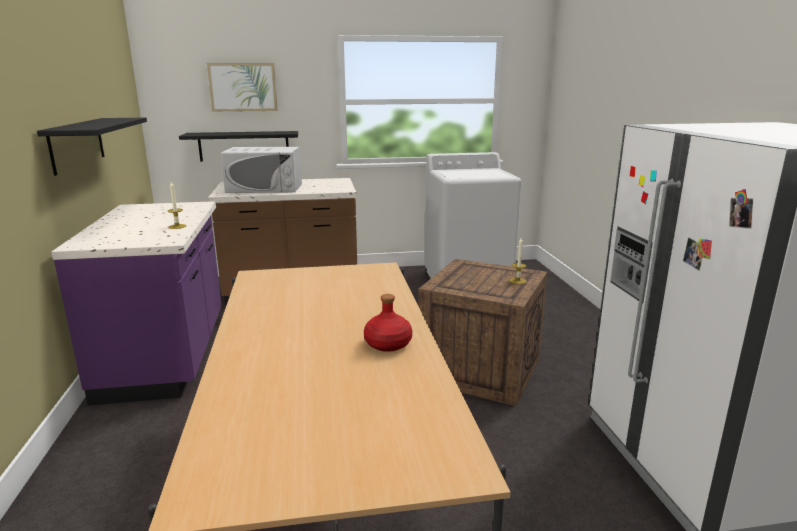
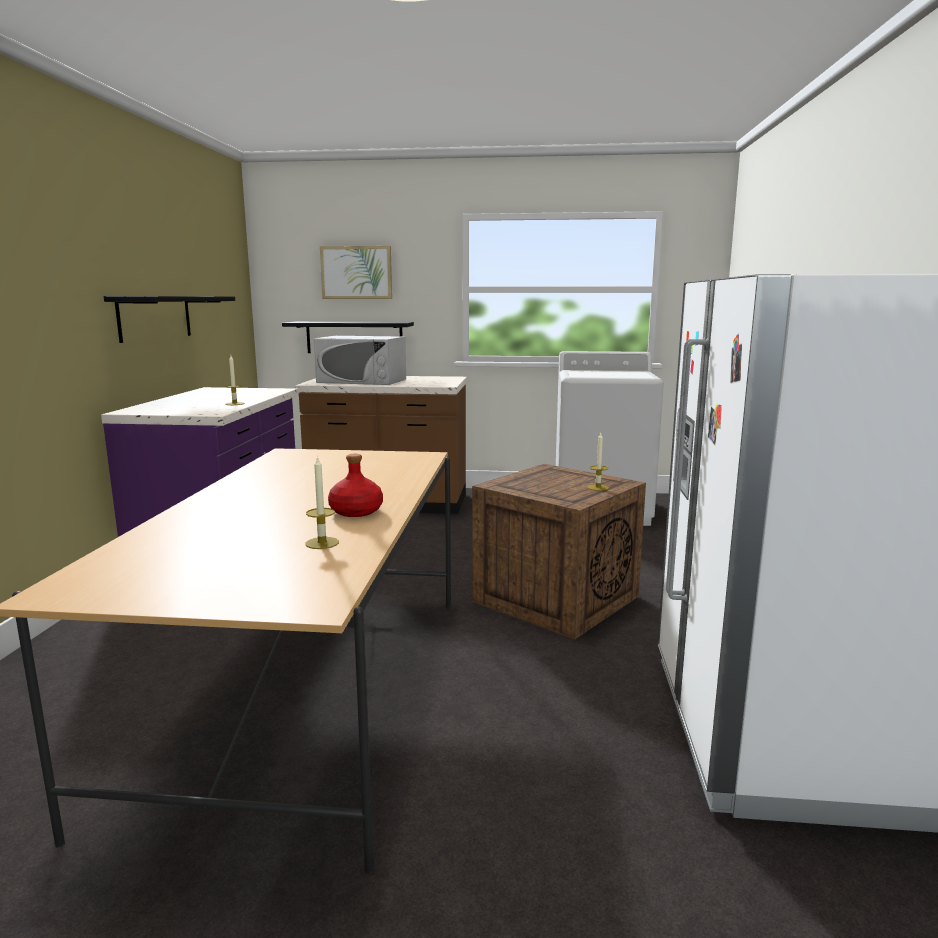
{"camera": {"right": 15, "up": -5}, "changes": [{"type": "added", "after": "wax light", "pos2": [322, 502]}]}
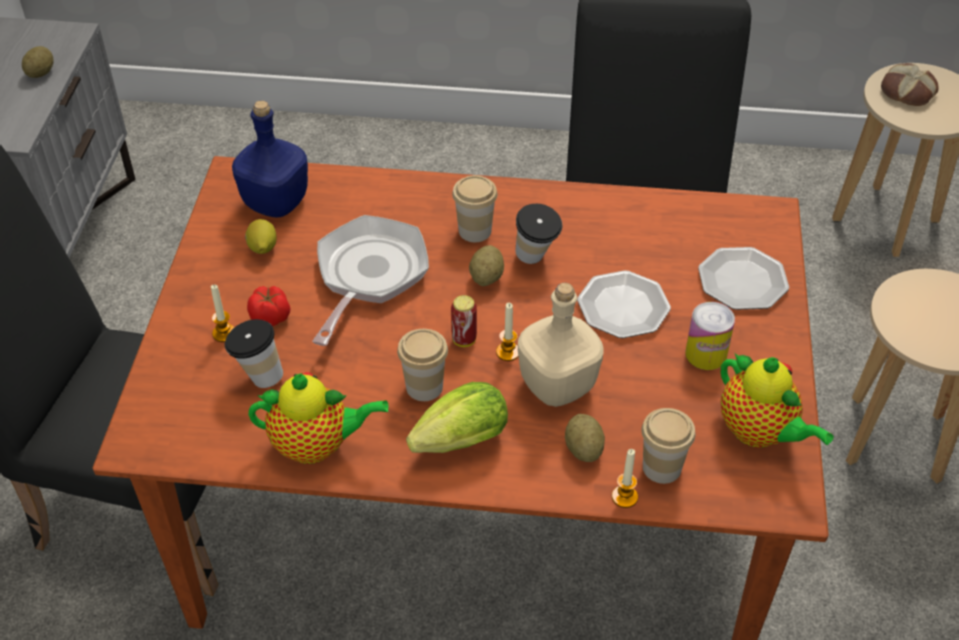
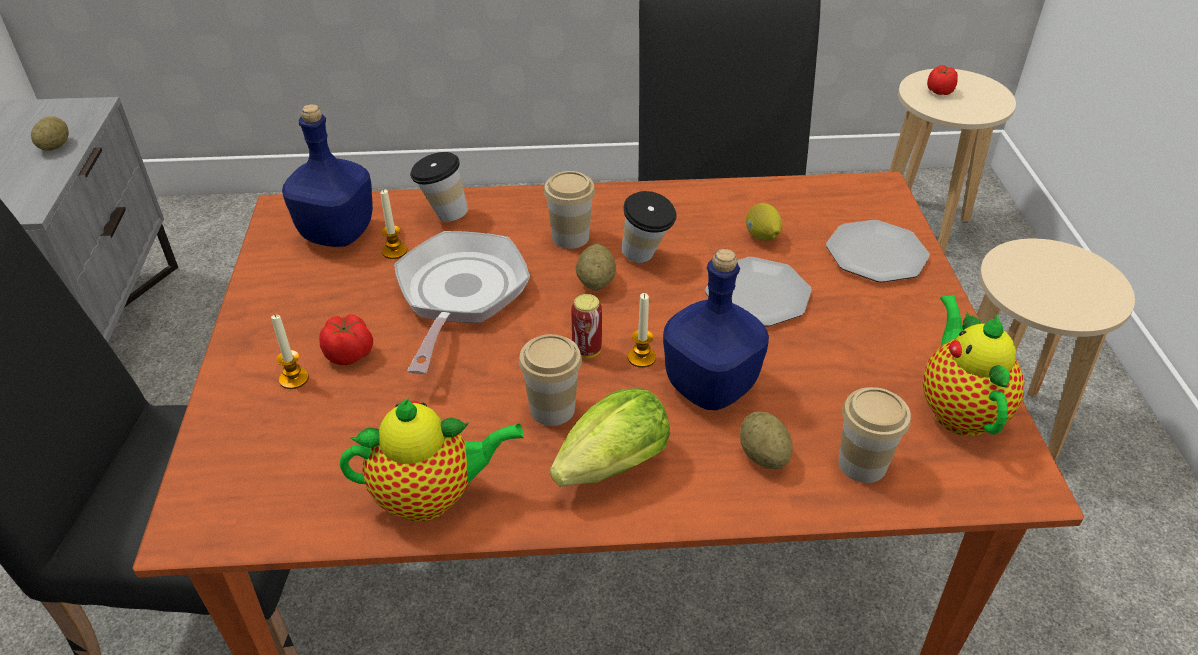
{"camera": {"right": -10, "up": -5}, "changes": [{"type": "moved", "before": "small cup", "pos1": [254, 353], "pos2": [439, 187]}, {"type": "moved", "before": "citrus fruit", "pos1": [261, 236], "pos2": [764, 222]}, {"type": "recoloured", "before": "drink bottle (beige-coloured)", "after": "drink bottle (blue-coloured)", "pos1": [561, 345], "pos2": [716, 329]}, {"type": "moved", "before": "wax light", "pos1": [625, 478], "pos2": [394, 224]}, {"type": "removed", "before": "can", "pos1": [710, 336]}, {"type": "turned", "before": "tea pot", "pos1": [777, 400], "pos2": [973, 365], "turn": -135}, {"type": "replaced", "before": "bakery bread", "after": "fresh tomato", "pos1": [910, 84], "pos2": [942, 80]}]}
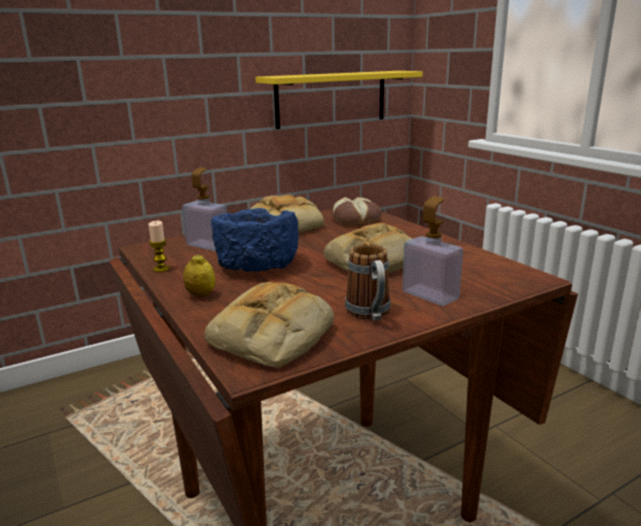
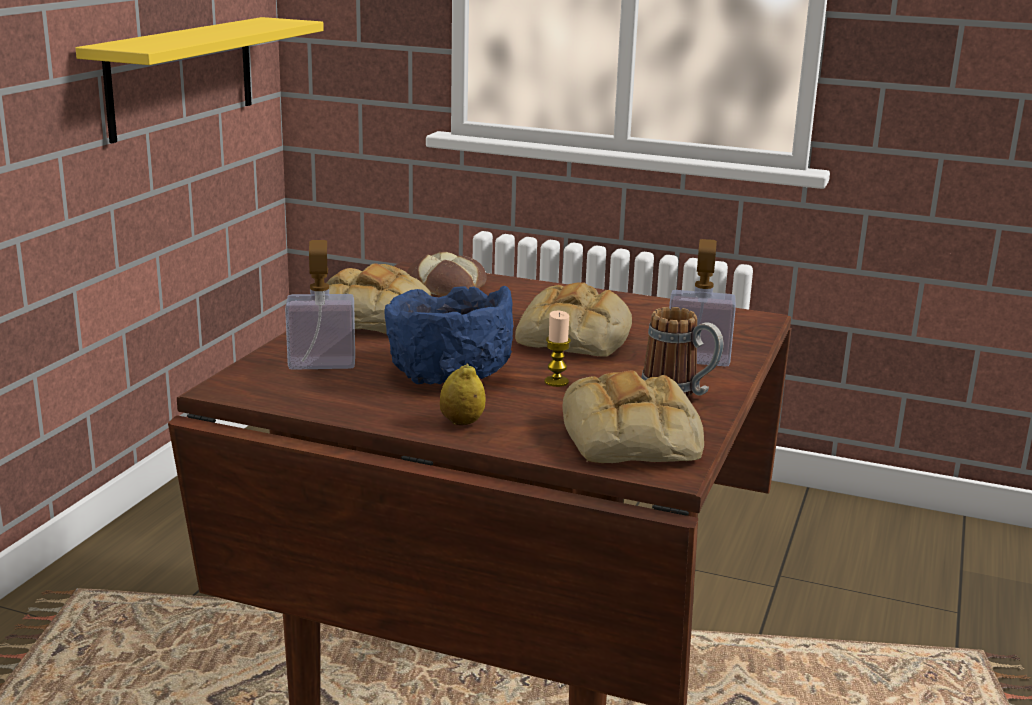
{"camera": {"right": -40, "up": 0}, "changes": [{"type": "moved", "before": "wax light", "pos1": [159, 246], "pos2": [558, 349]}]}
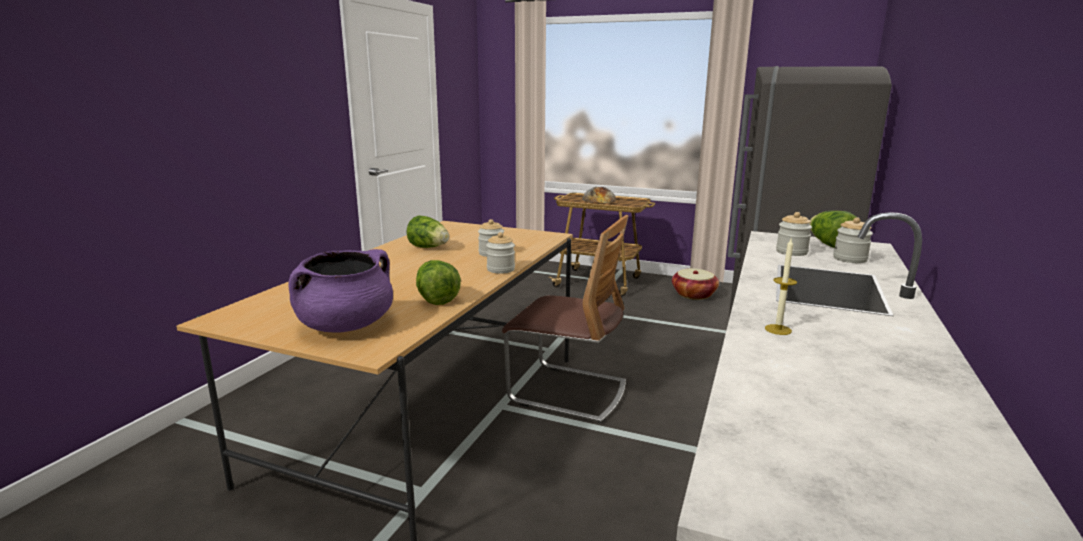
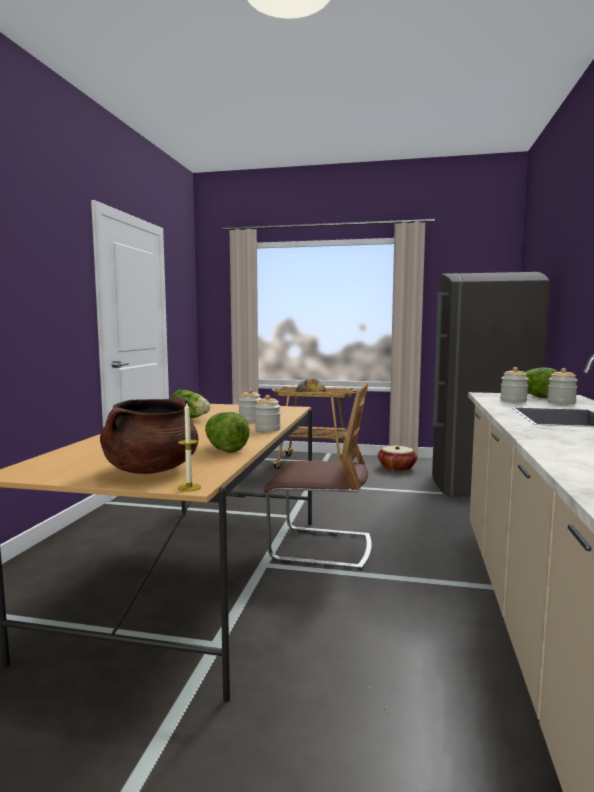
{"camera": {"right": -10, "up": -10}, "changes": [{"type": "recoloured", "before": "stockpot (purplish)", "after": "stockpot (brownish)", "pos1": [341, 291], "pos2": [149, 435]}, {"type": "moved", "before": "wax light", "pos1": [781, 287], "pos2": [189, 447]}]}
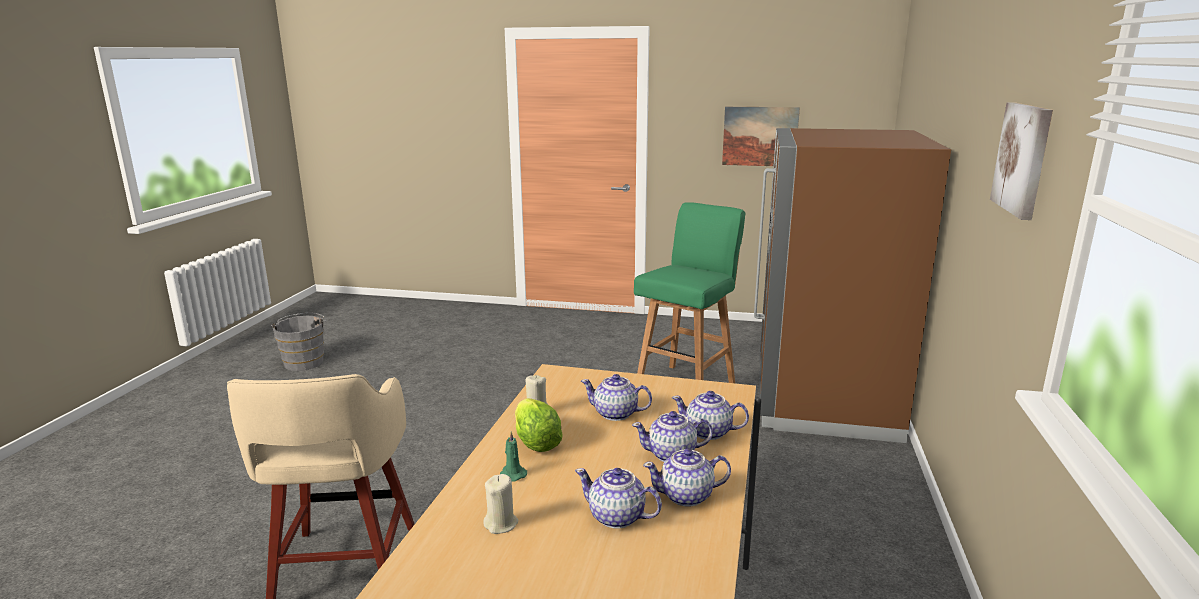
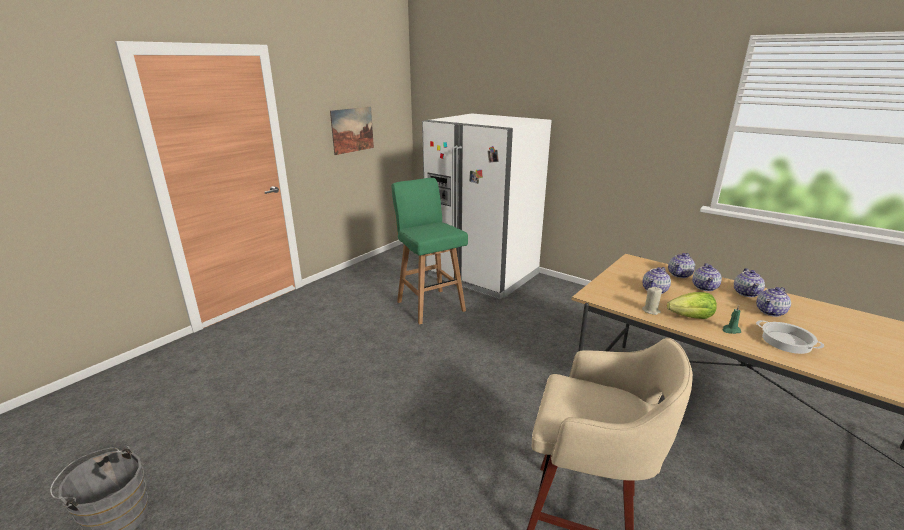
{"camera": {"right": -65, "up": 5}, "changes": [{"type": "replaced", "before": "wax light (beige-coloured)", "after": "stockpot", "pos1": [500, 504], "pos2": [790, 337]}, {"type": "recoloured", "before": "kitchen fridge (brownish)", "after": "kitchen fridge (white-coloured)", "pos1": [852, 285], "pos2": [487, 206]}, {"type": "removed", "before": "picture", "pos1": [1021, 161]}]}
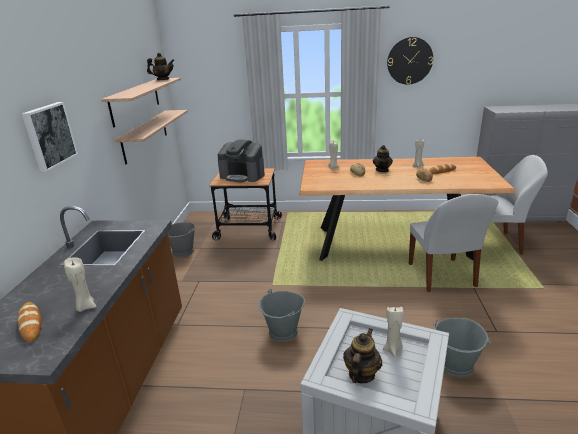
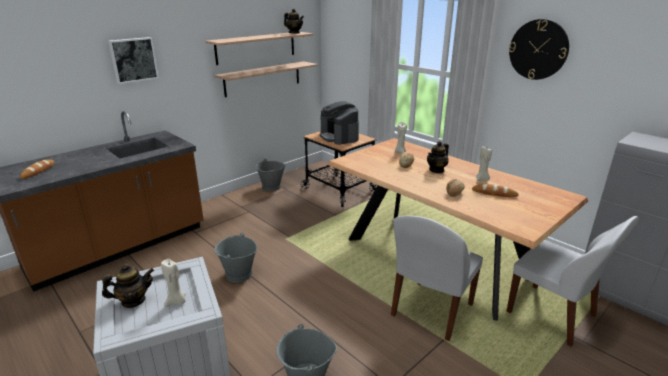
{"camera": {"right": 40, "up": 0}, "changes": [{"type": "removed", "before": "wax light (beige-coloured)", "pos1": [80, 284]}]}
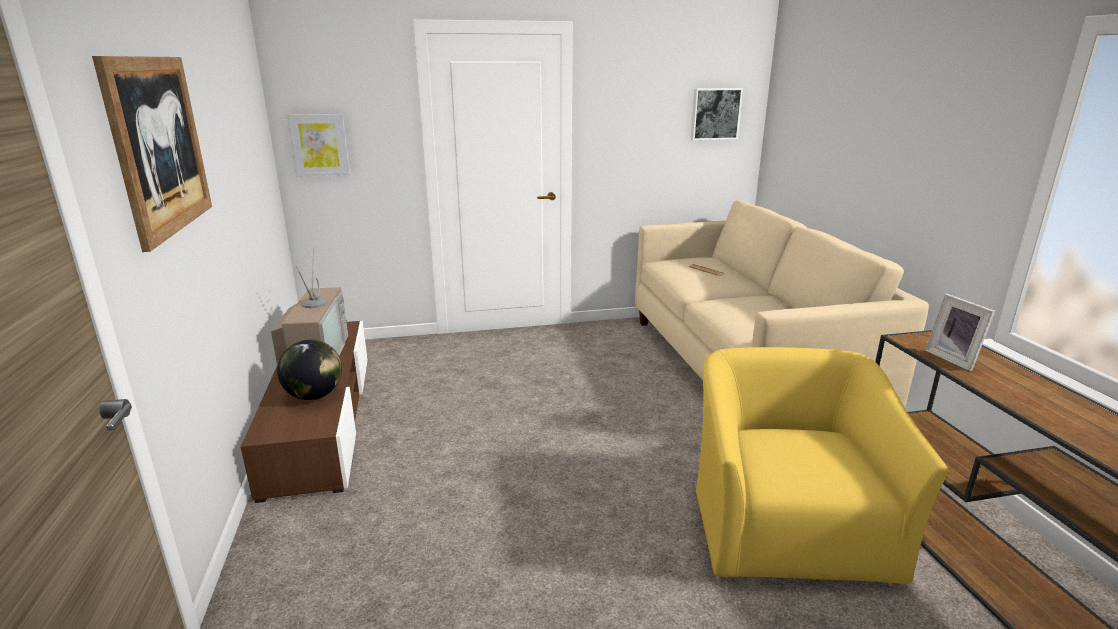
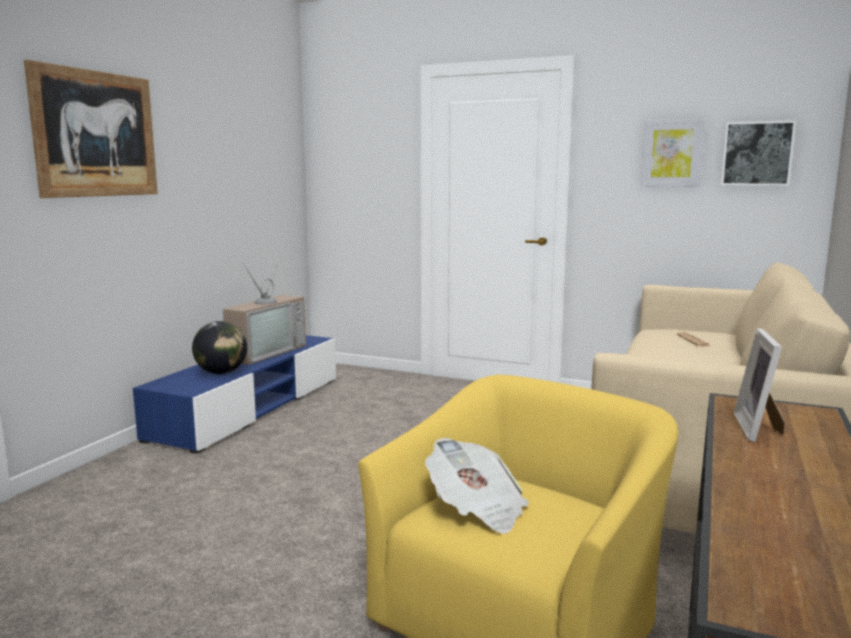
{"camera": {"right": 35, "up": -10}, "changes": [{"type": "recoloured", "before": "media console (brownish)", "after": "media console (blue-coloured)", "pos1": [304, 412], "pos2": [234, 394]}, {"type": "moved", "before": "picture", "pos1": [318, 145], "pos2": [672, 153]}, {"type": "added", "after": "newspaper", "pos2": [477, 486]}]}
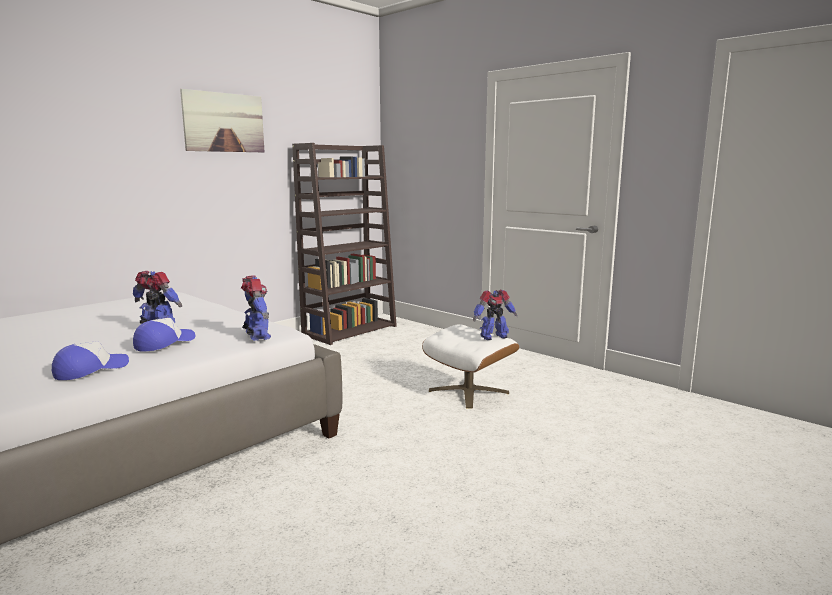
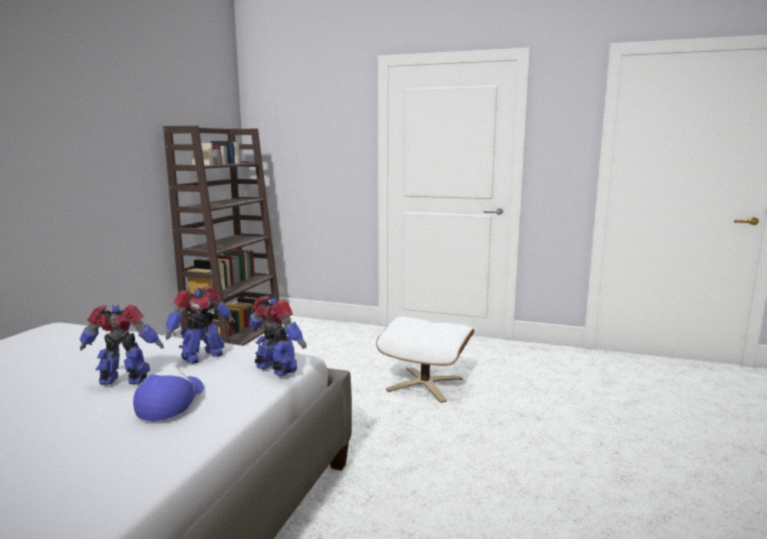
{"camera": {"right": -25, "up": 0}, "changes": [{"type": "removed", "before": "cap", "pos1": [90, 360]}, {"type": "removed", "before": "picture", "pos1": [222, 120]}, {"type": "moved", "before": "model robot", "pos1": [495, 315], "pos2": [200, 325]}]}
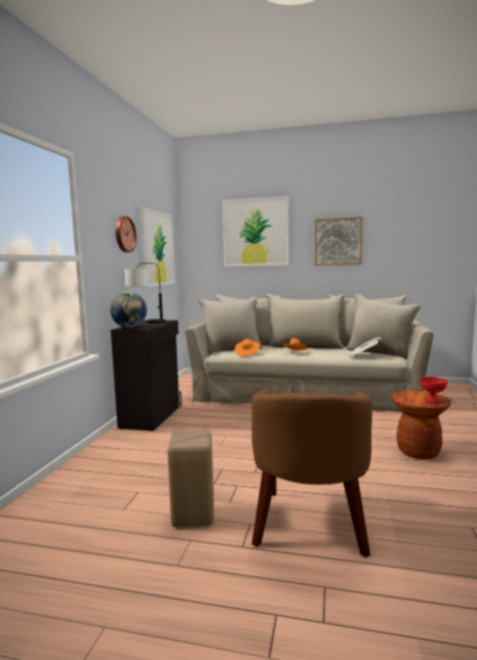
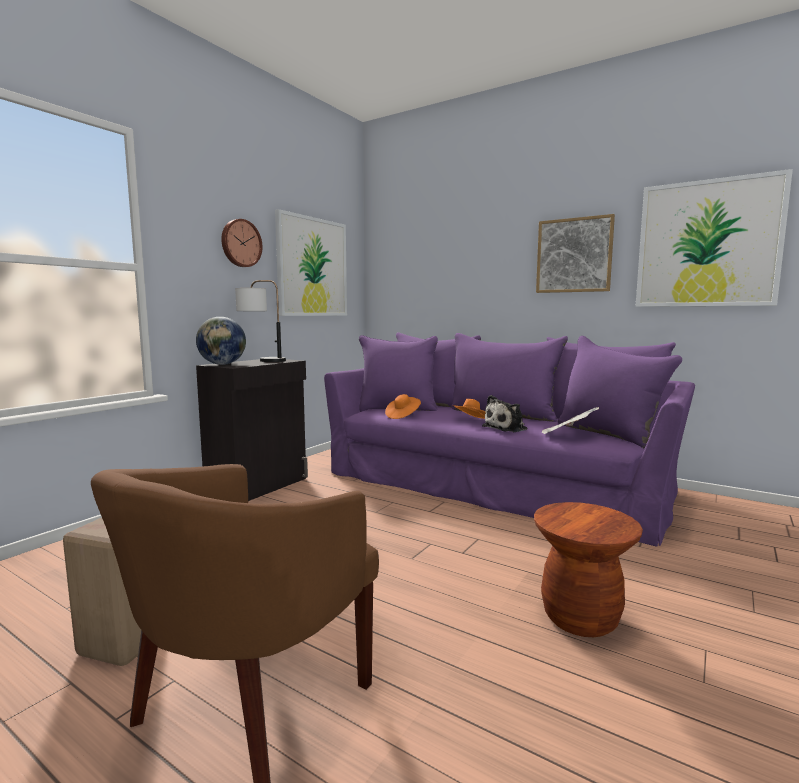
{"camera": {"right": 20, "up": 0}, "changes": [{"type": "recoloured", "before": "settee (beige-coloured)", "after": "settee (purplish)", "pos1": [309, 353], "pos2": [509, 439]}, {"type": "moved", "before": "picture", "pos1": [255, 231], "pos2": [714, 238]}, {"type": "removed", "before": "deep dish (red-coloured)", "pos1": [434, 390]}, {"type": "added", "after": "plush toy", "pos2": [504, 413]}]}
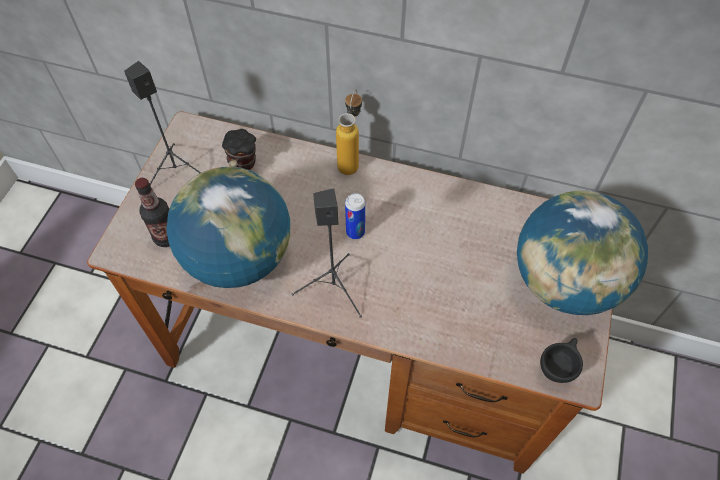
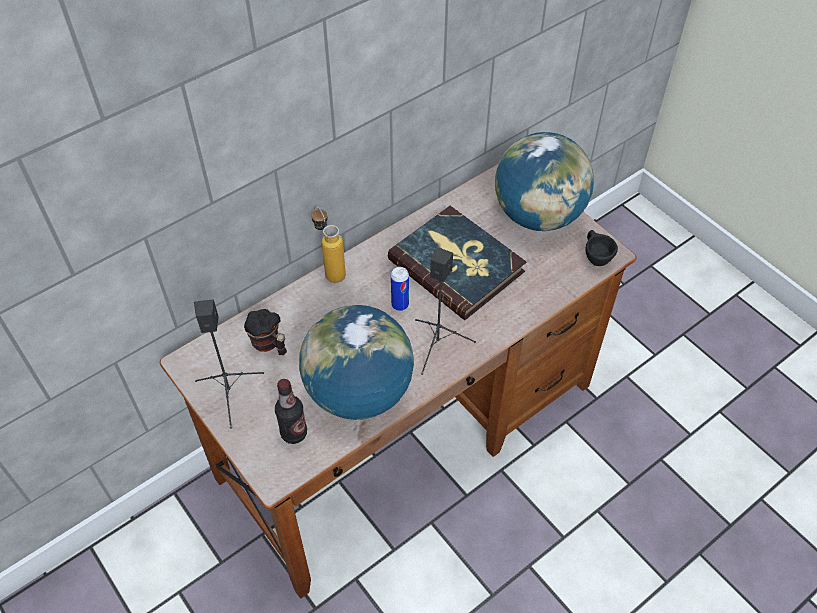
{"camera": {"right": -55, "up": -5}, "changes": [{"type": "added", "after": "bound book", "pos2": [457, 263]}]}
